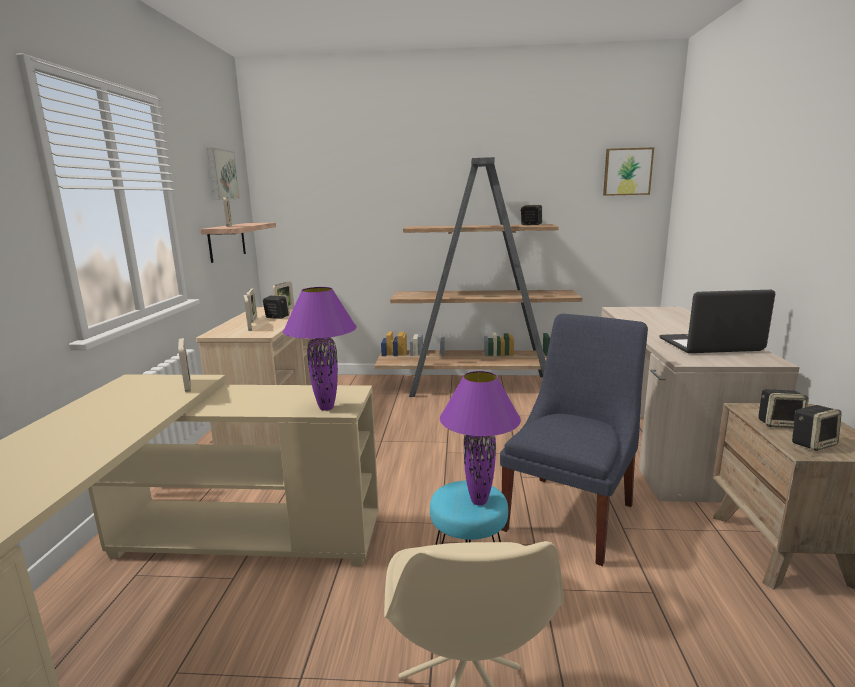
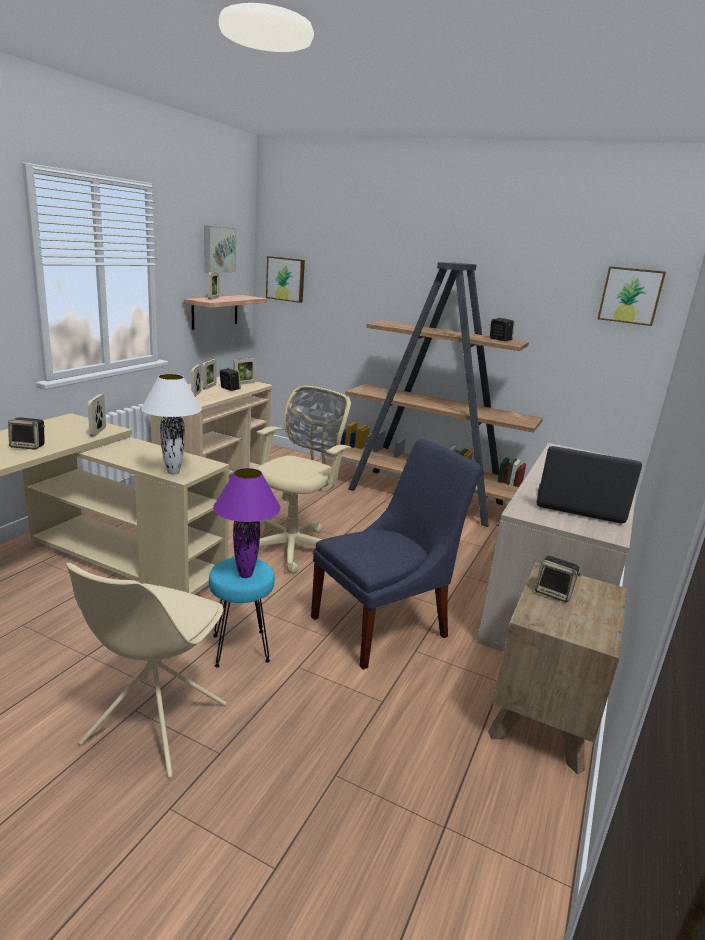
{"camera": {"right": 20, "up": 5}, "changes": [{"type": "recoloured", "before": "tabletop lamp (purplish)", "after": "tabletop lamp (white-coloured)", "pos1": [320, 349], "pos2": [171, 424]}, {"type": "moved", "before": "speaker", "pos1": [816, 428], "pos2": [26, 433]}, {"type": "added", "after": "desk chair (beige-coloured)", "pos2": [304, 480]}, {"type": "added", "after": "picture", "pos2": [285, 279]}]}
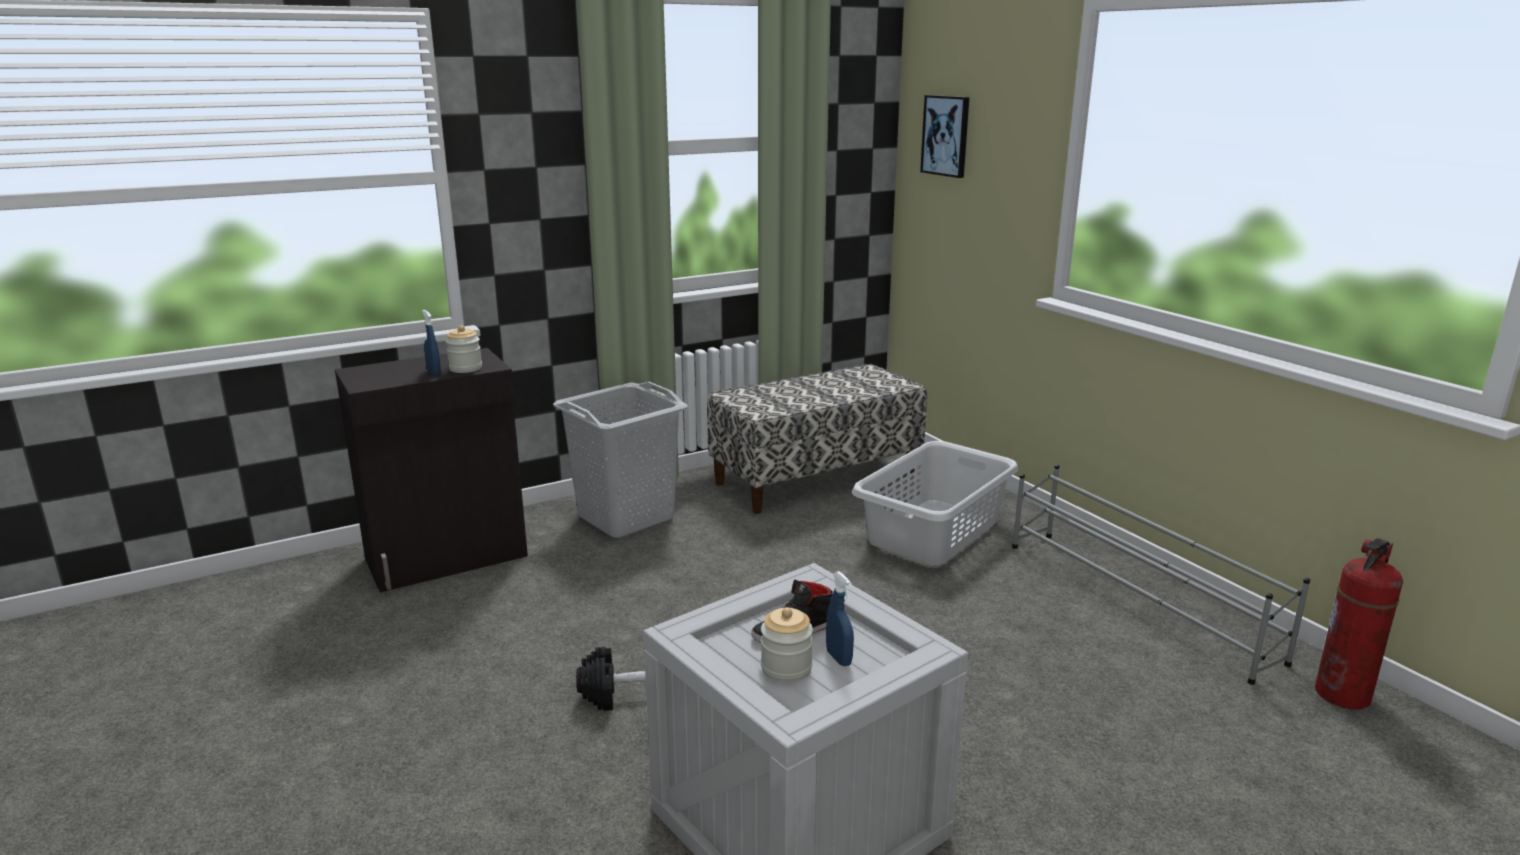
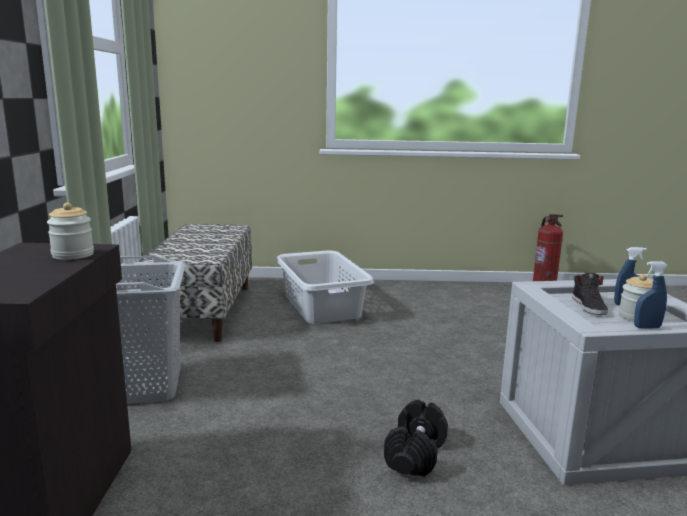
{"camera": {"right": -60, "up": -5}, "changes": [{"type": "moved", "before": "spray bottle (blue-coloured)", "pos1": [431, 342], "pos2": [651, 295]}, {"type": "removed", "before": "picture", "pos1": [944, 136]}, {"type": "removed", "before": "shoe rack (gray)", "pos1": [1161, 575]}]}
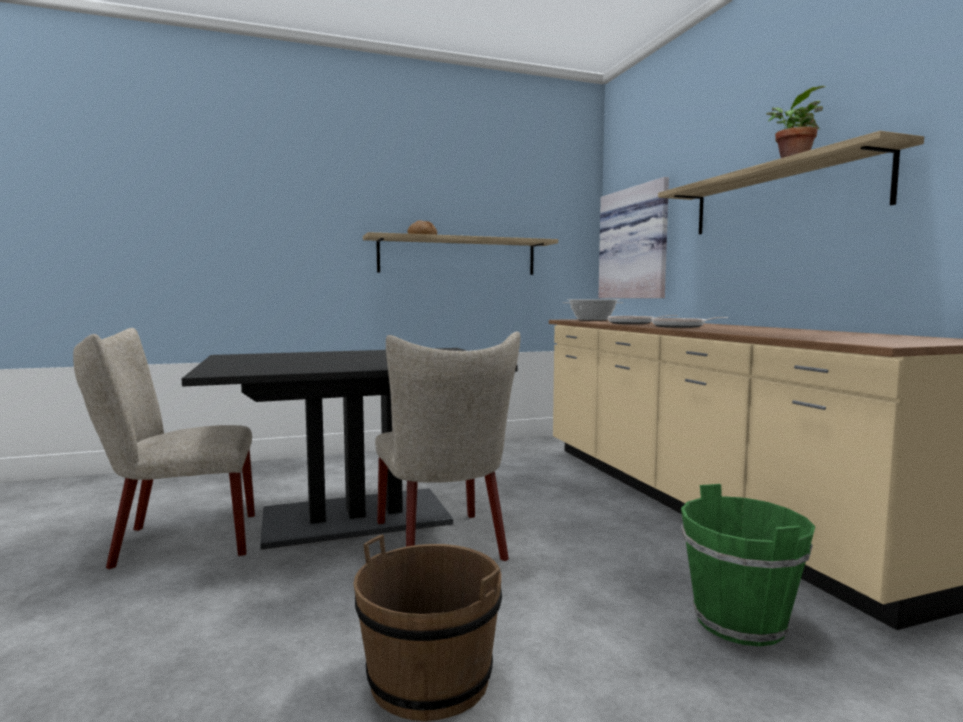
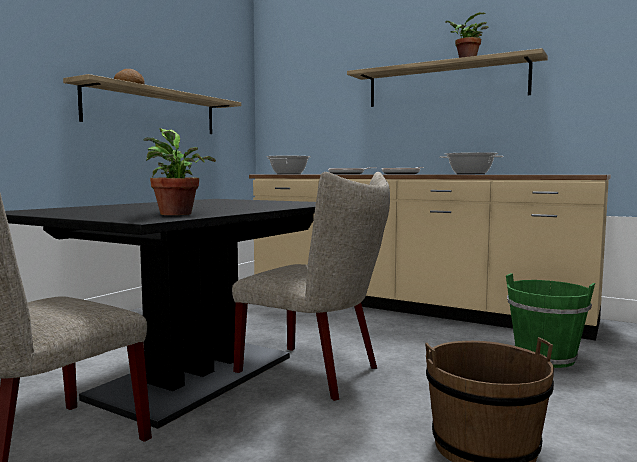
{"camera": {"right": -40, "up": 0}, "changes": [{"type": "removed", "before": "picture", "pos1": [633, 237]}, {"type": "added", "after": "houseplant", "pos2": [180, 171]}, {"type": "added", "after": "stockpot", "pos2": [471, 163]}]}
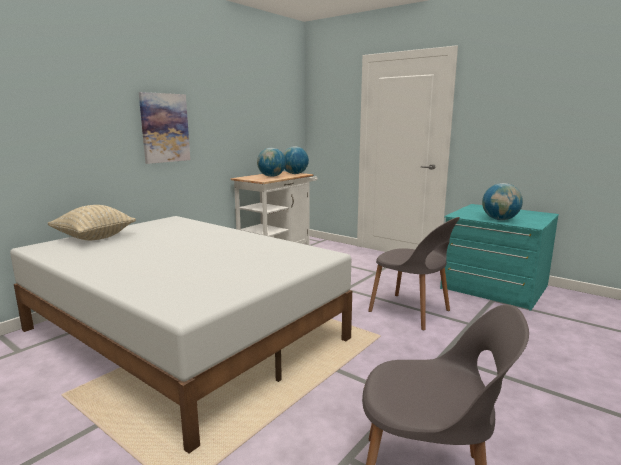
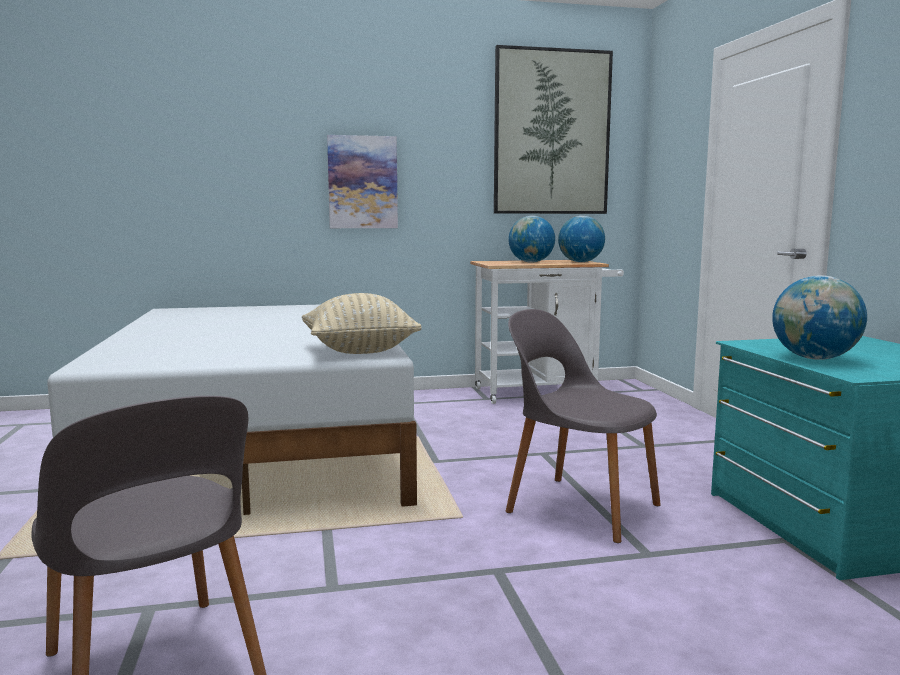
{"camera": {"right": 40, "up": -5}, "changes": [{"type": "moved", "before": "pillow (beige-coloured)", "pos1": [91, 222], "pos2": [362, 323]}, {"type": "turned", "before": "chair (gray)", "pos1": [414, 273], "pos2": [583, 426], "turn": 135}, {"type": "added", "after": "picture", "pos2": [553, 129]}]}
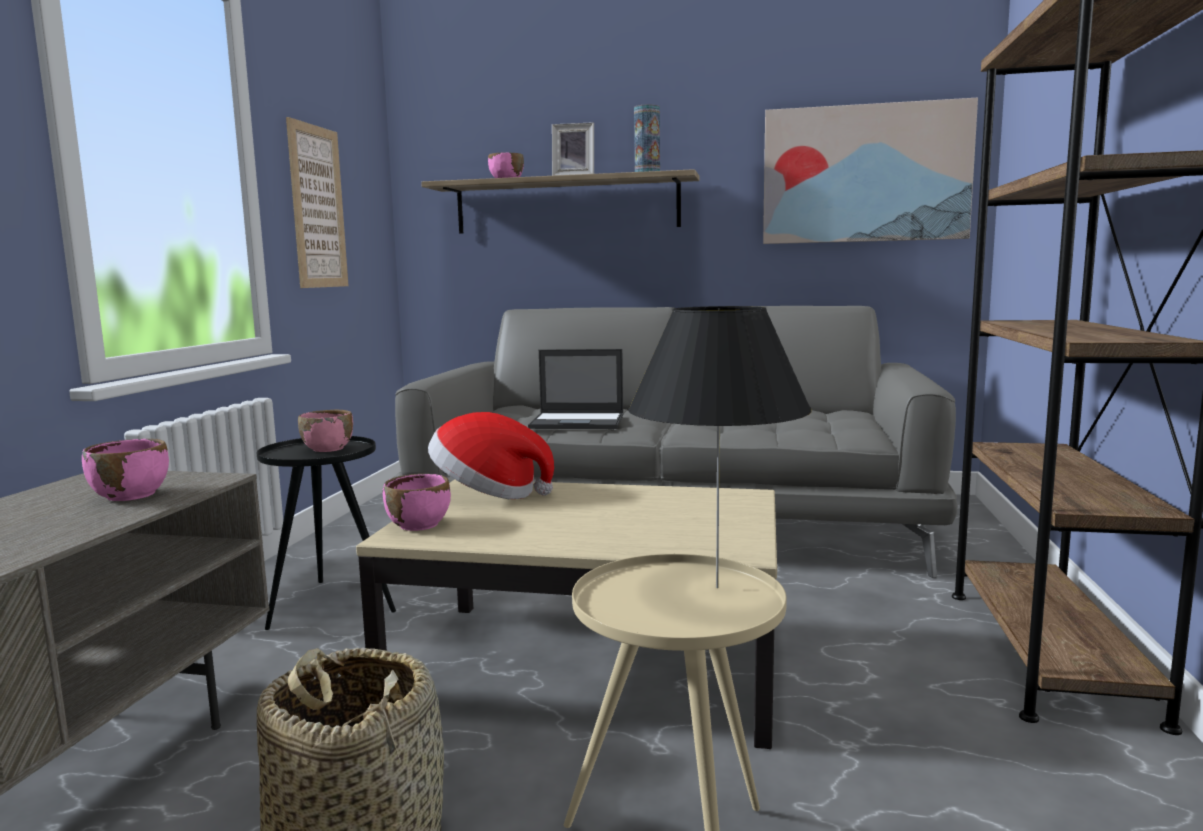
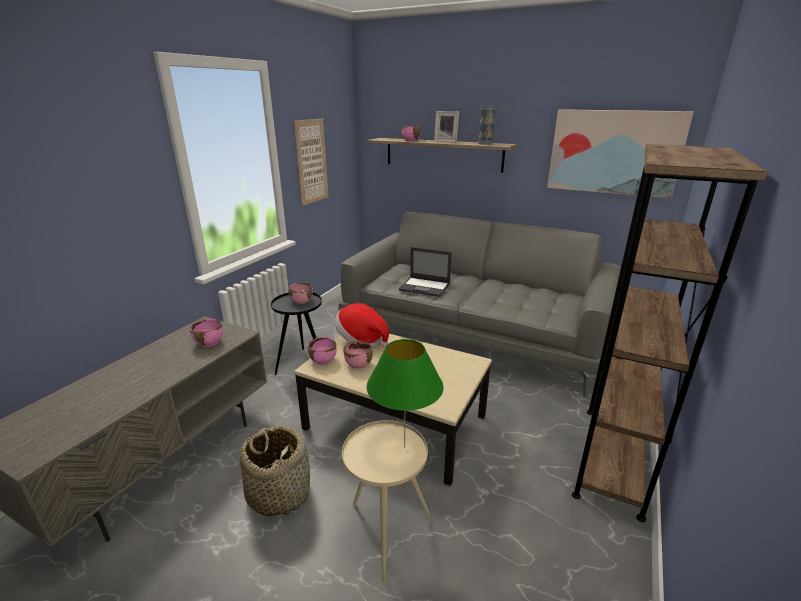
{"camera": {"right": 15, "up": 15}, "changes": [{"type": "recoloured", "before": "tabletop lamp (black)", "after": "tabletop lamp (green-coloured)", "pos1": [720, 447], "pos2": [405, 393]}, {"type": "added", "after": "deep dish (pink)", "pos2": [358, 355]}]}
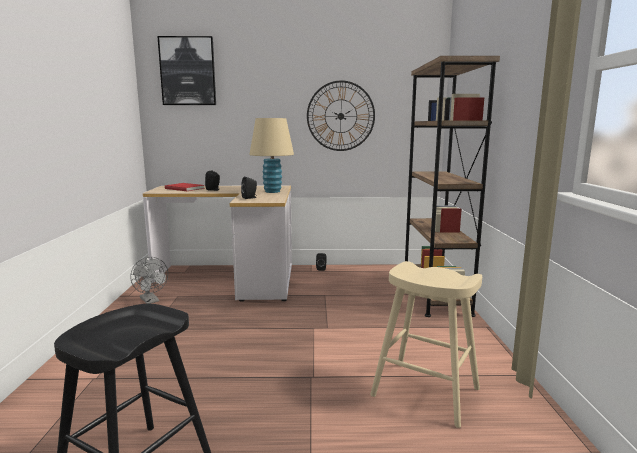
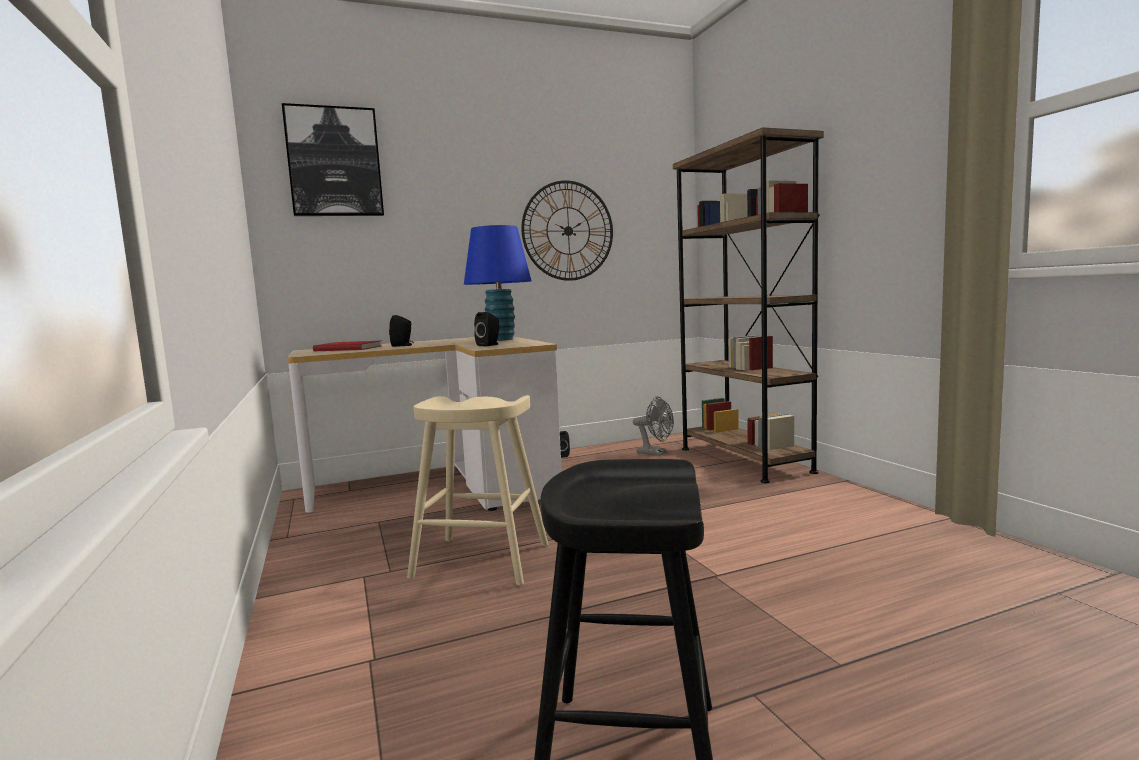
{"camera": {"right": -20, "up": -5}, "changes": [{"type": "moved", "before": "fan (gray)", "pos1": [149, 280], "pos2": [653, 426]}, {"type": "recoloured", "before": "tabletop lamp (beige-coloured)", "after": "tabletop lamp (blue-coloured)", "pos1": [271, 155], "pos2": [498, 283]}, {"type": "moved", "before": "stool (beige-coloured)", "pos1": [426, 344], "pos2": [477, 490]}]}
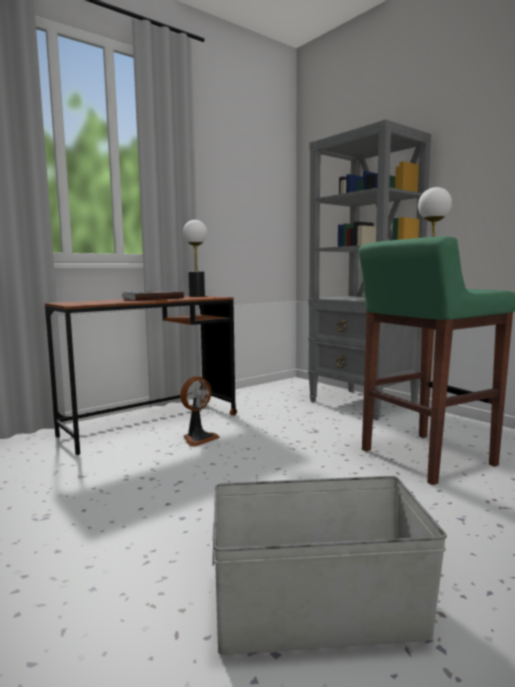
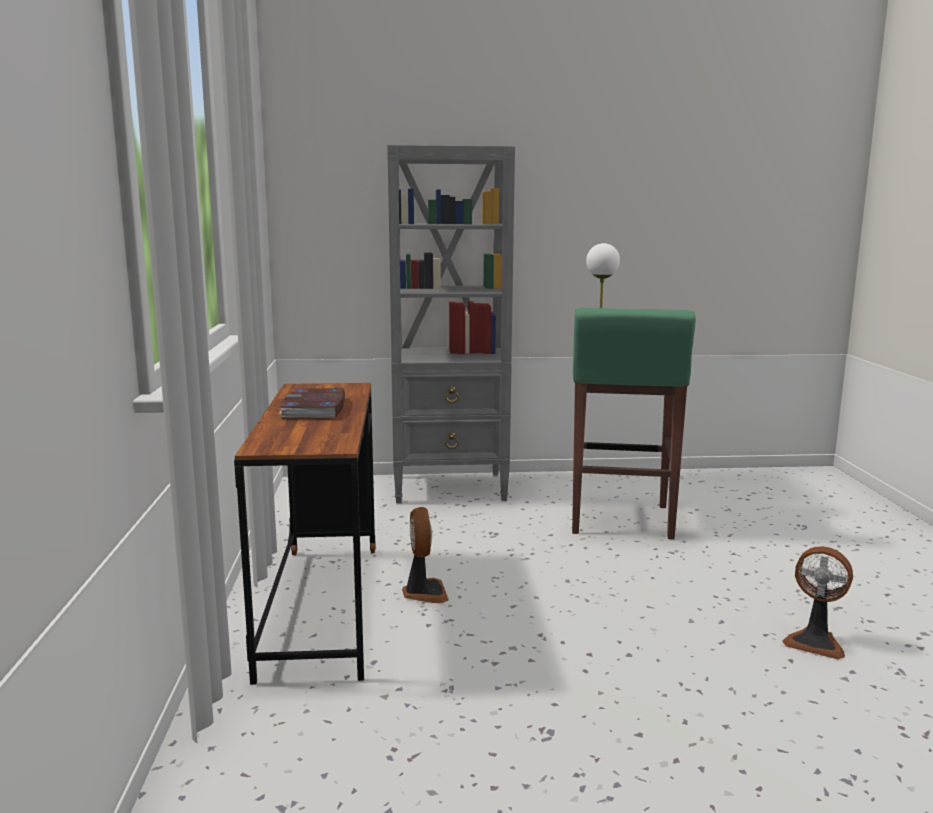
{"camera": {"right": -55, "up": 5}, "changes": [{"type": "removed", "before": "tabletop lamp", "pos1": [195, 258]}, {"type": "replaced", "before": "storage box (gray)", "after": "fan", "pos1": [329, 565], "pos2": [818, 602]}]}
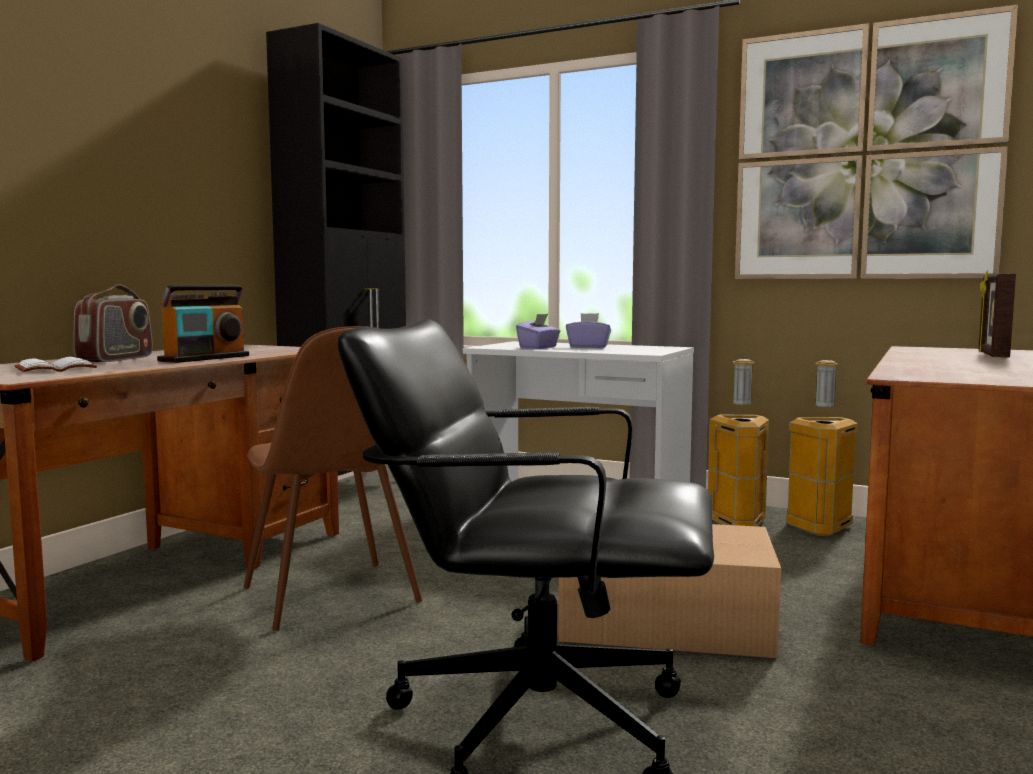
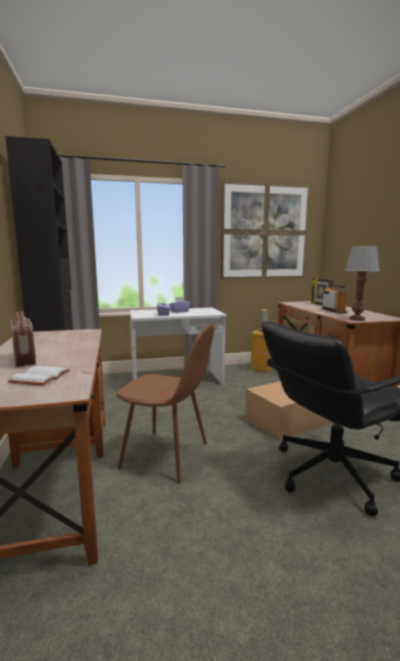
{"camera": {"right": -40, "up": 5}, "changes": [{"type": "moved", "before": "radio receiver", "pos1": [203, 323], "pos2": [334, 298]}, {"type": "removed", "before": "trash can", "pos1": [738, 443]}, {"type": "added", "after": "tabletop lamp", "pos2": [362, 283]}]}
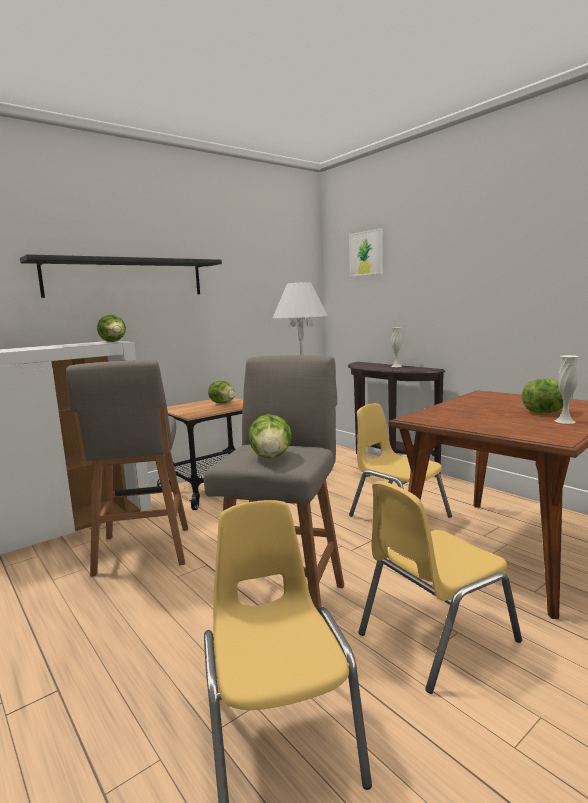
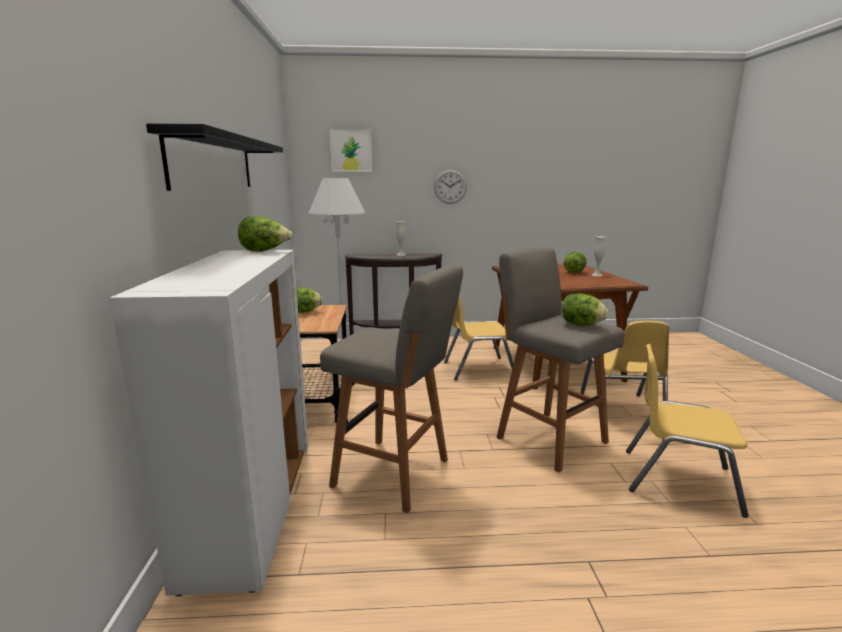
{"camera": {"right": -55, "up": 5}, "changes": [{"type": "added", "after": "hanging clock", "pos2": [450, 187]}]}
